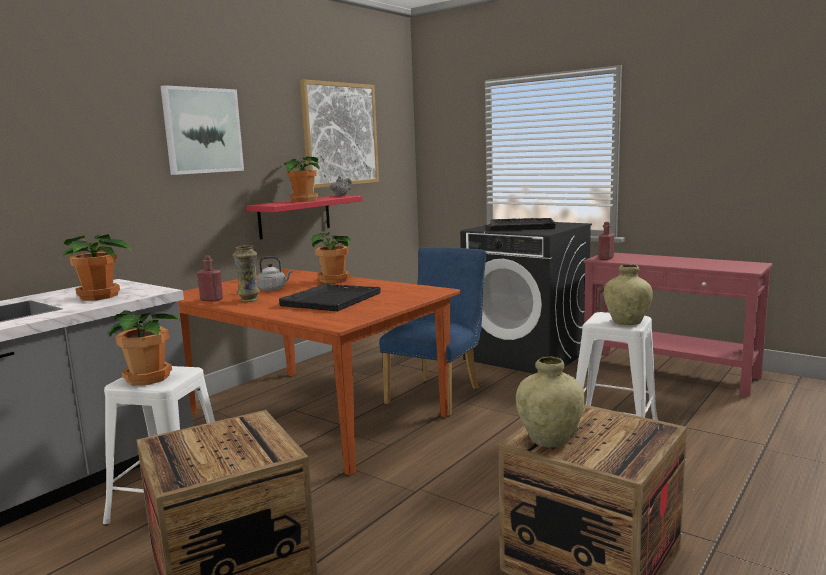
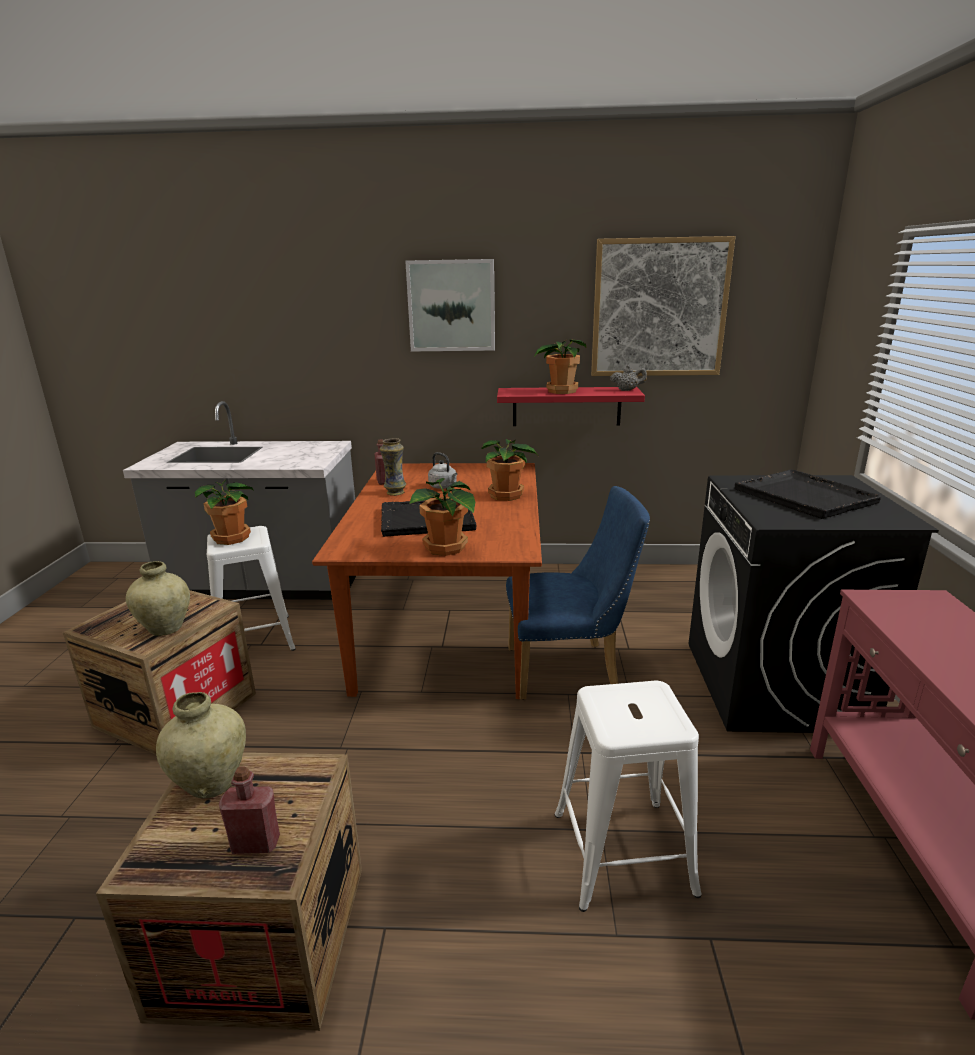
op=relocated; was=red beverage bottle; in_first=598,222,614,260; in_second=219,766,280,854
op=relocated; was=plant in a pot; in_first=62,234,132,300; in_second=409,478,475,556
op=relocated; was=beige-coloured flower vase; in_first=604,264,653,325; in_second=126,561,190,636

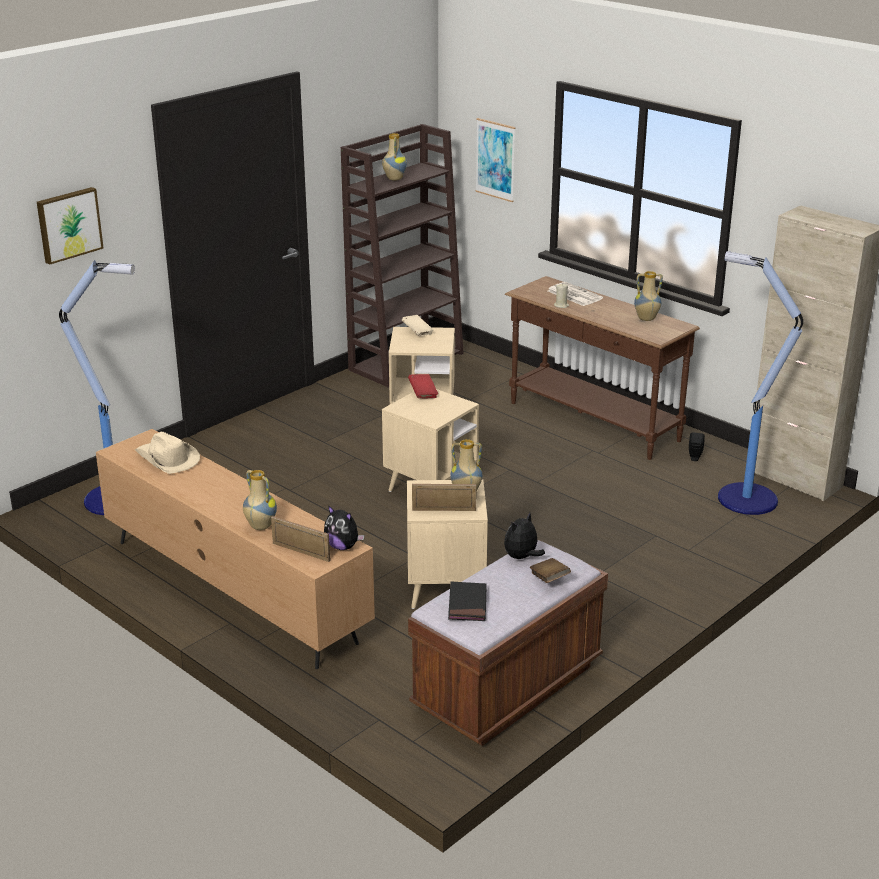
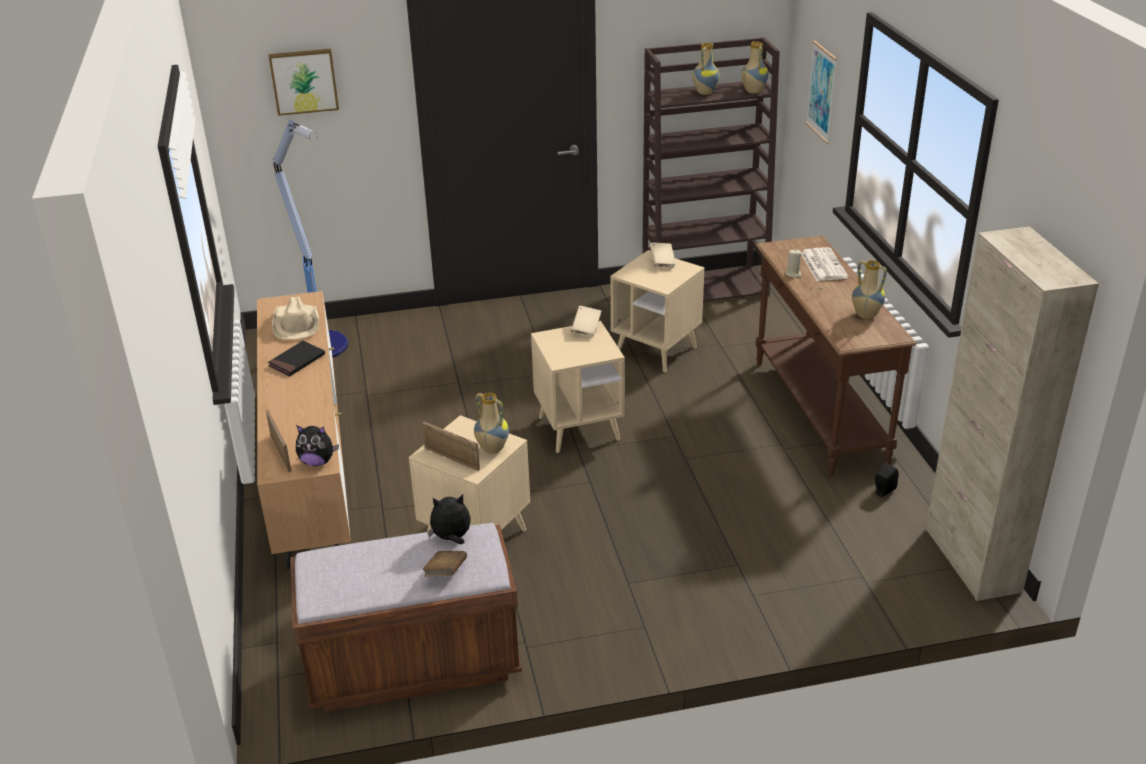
op=missing; was=standing lamp; in_first=718,251,803,515
op=colour; was=red bound book; now=beige-coloured bound book; in_first=408,374,438,398; in_second=571,306,601,338
op=relocated; was=flower vase; in_first=243,470,277,530; in_second=741,41,769,94
op=spun; was=plush toy; in_first=324,505,365,550; in_second=296,425,339,466; clockwise=-60
op=relocated; was=black bound book; in_first=448,581,487,621; in_second=268,341,325,376

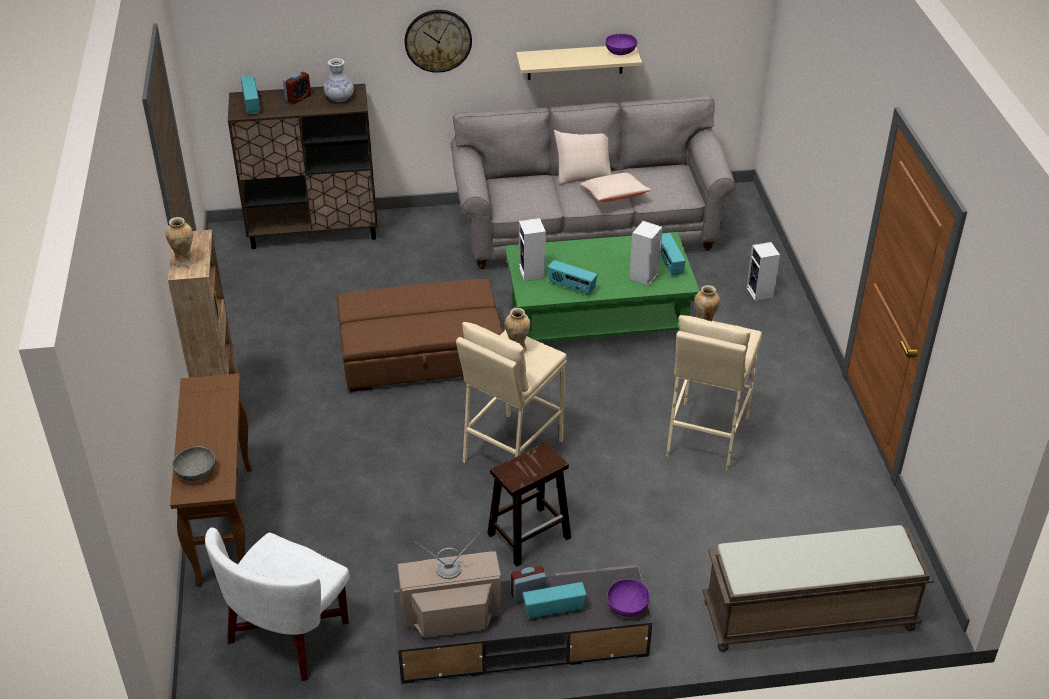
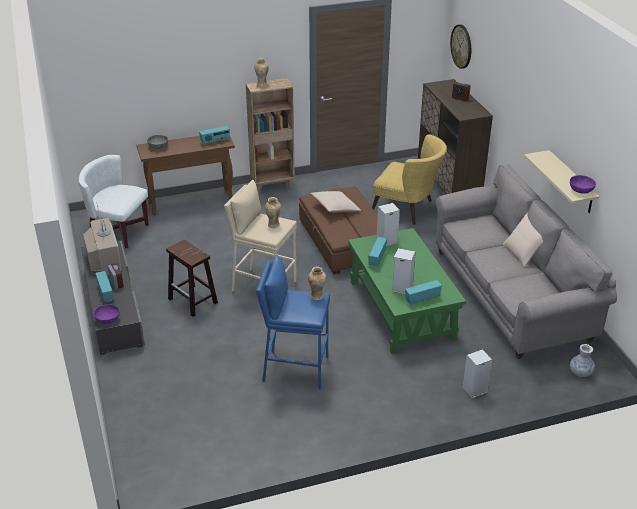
op=relocated; was=wall clock; in_first=405,10,472,73; in_second=450,24,471,69
op=relocated; was=flower vase; in_first=324,58,354,102; in_second=570,344,595,377
op=relocated; was=radio; in_first=241,75,260,114; in_second=199,126,230,145
op=relocated; was=beige-coloured cushion; in_first=580,173,651,202; in_second=310,191,361,213
op=colour; was=beige-coloured sitting stool; now=blue sitting stool; in_first=666,315,762,472; in_second=256,255,330,389
op=missing; was=brown-coloured indoor bench; in_first=702,525,934,652
op=appeared; now=yellow-coloured armchair; in_second=372,134,447,225

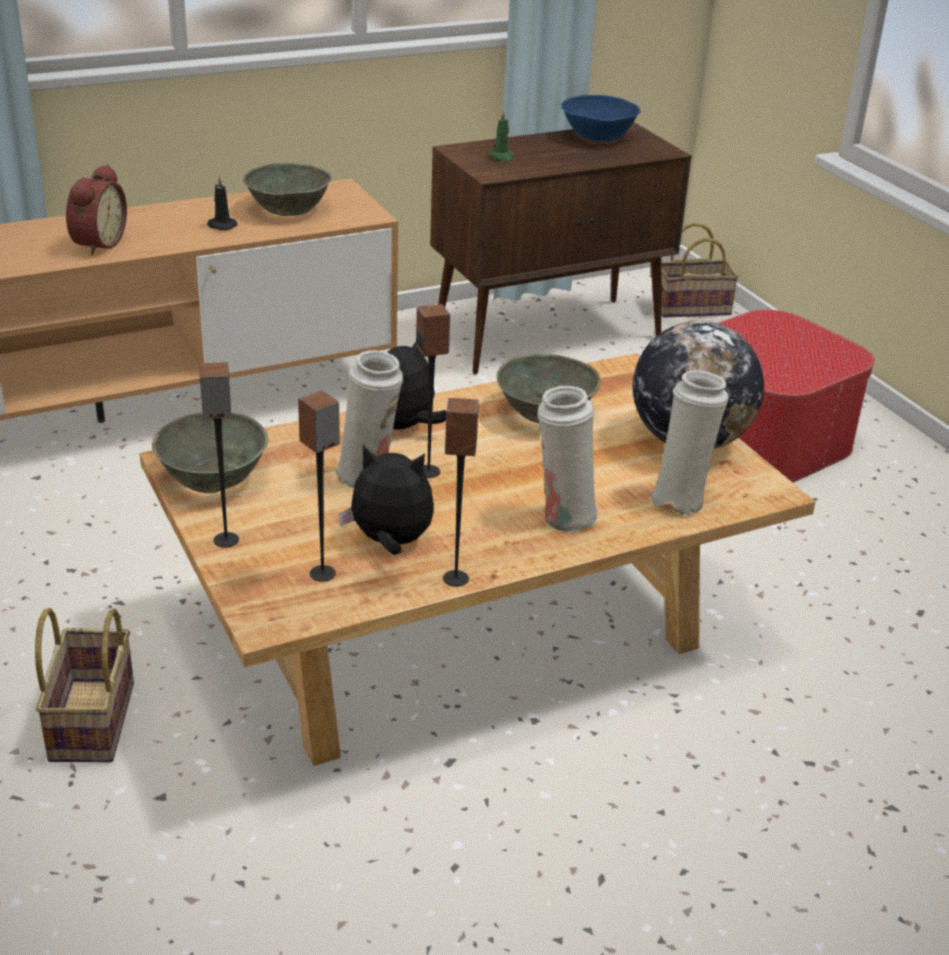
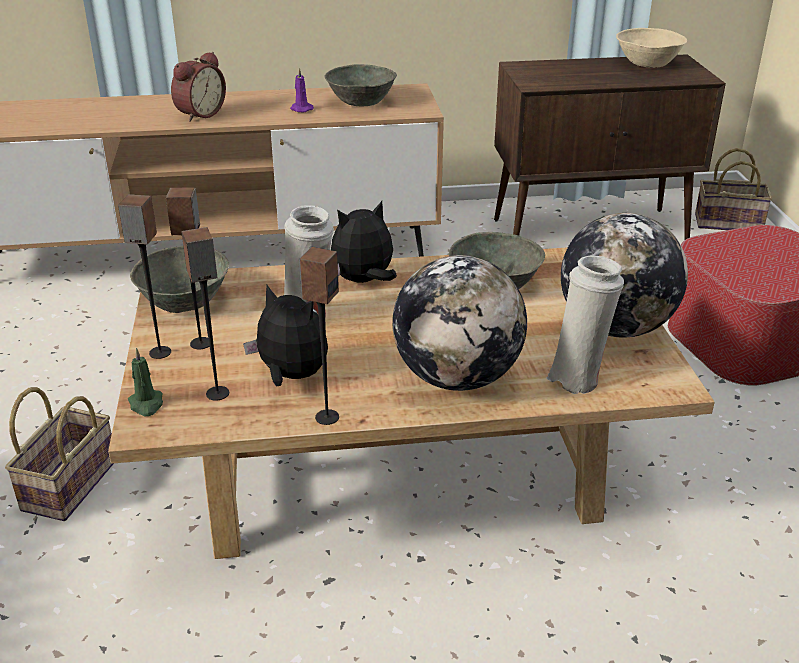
op=colour; was=blue bowl; now=beige-coloured bowl; in_first=561,95,641,142; in_second=616,28,687,68
op=relocated; was=greenish wax light; in_first=488,110,514,162; in_second=128,348,163,416
op=colour; was=black wax light; now=purple wax light; in_first=207,176,238,230; in_second=290,68,314,113
op=relocated; was=speaker; in_first=416,304,450,478; in_second=166,188,209,349
op=exchanged; was=white flower vase; now=world globe; in_first=537,386,598,533; in_second=392,255,527,391

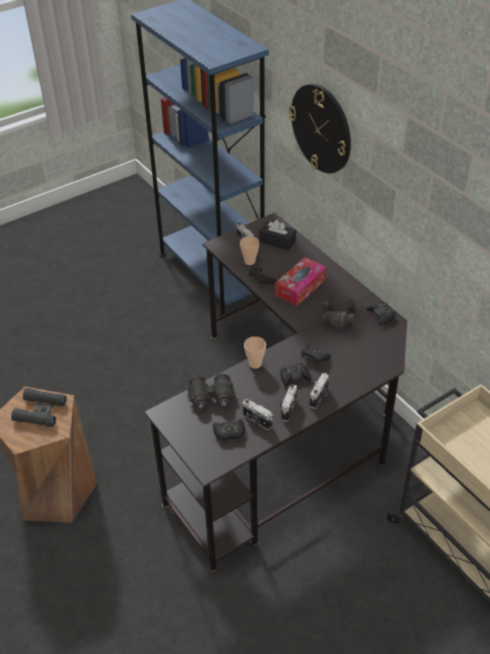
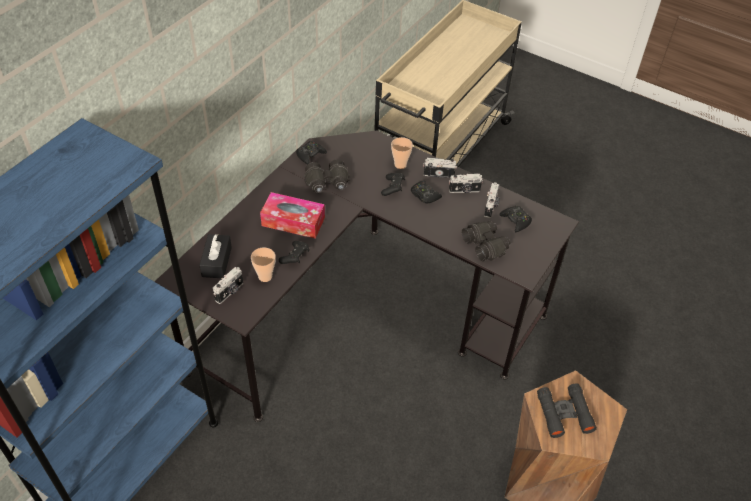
op=missing; was=wall clock; in_first=289,84,351,173
op=relocated; was=small cup; in_first=244,337,266,369; in_second=391,137,413,169

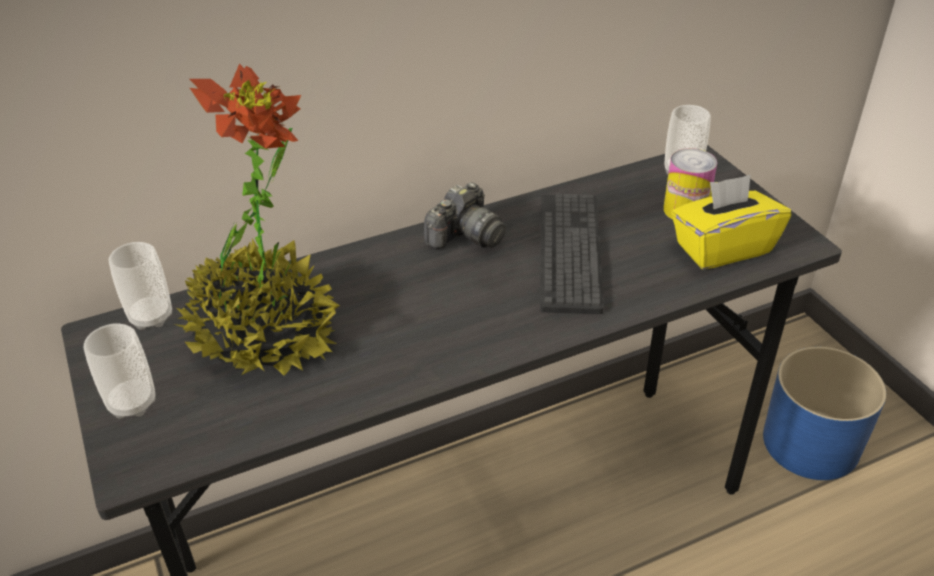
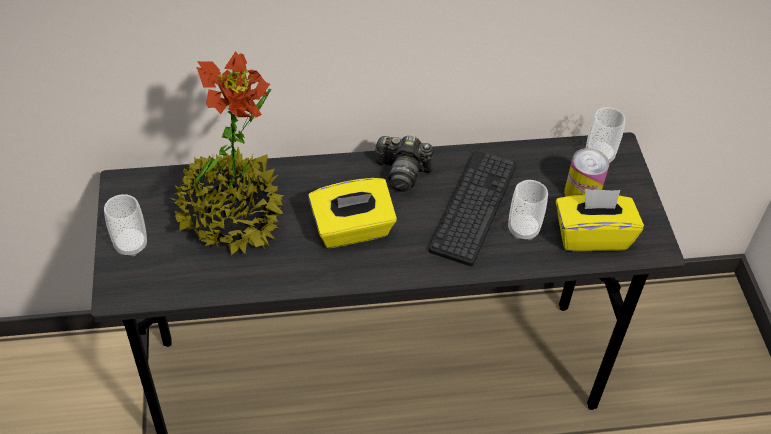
op=spun; was=still camera; in_first=424,182,506,249; in_second=374,135,434,192; clockwise=45
op=relocated; was=small cup; in_first=109,242,172,330; in_second=508,180,548,240
op=missing; was=blue flower pot; in_first=763,347,886,480
op=appeared; now=yellow-coloured tissue box; in_second=308,178,397,248

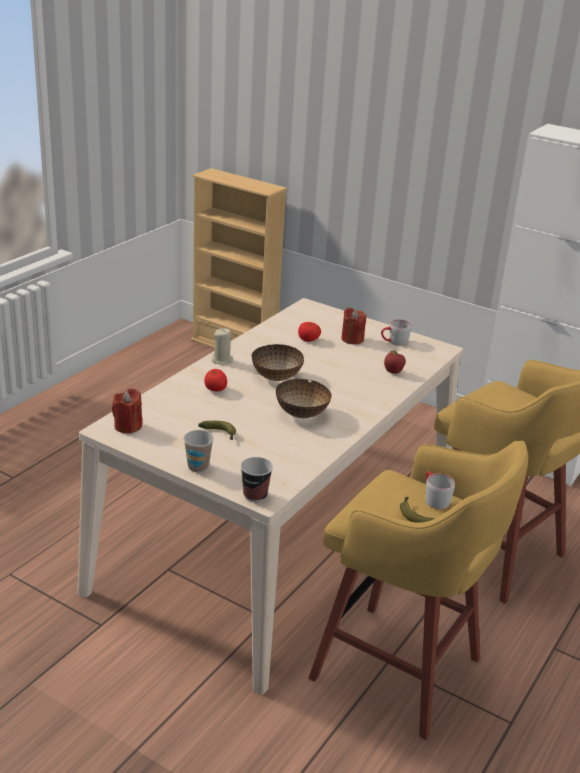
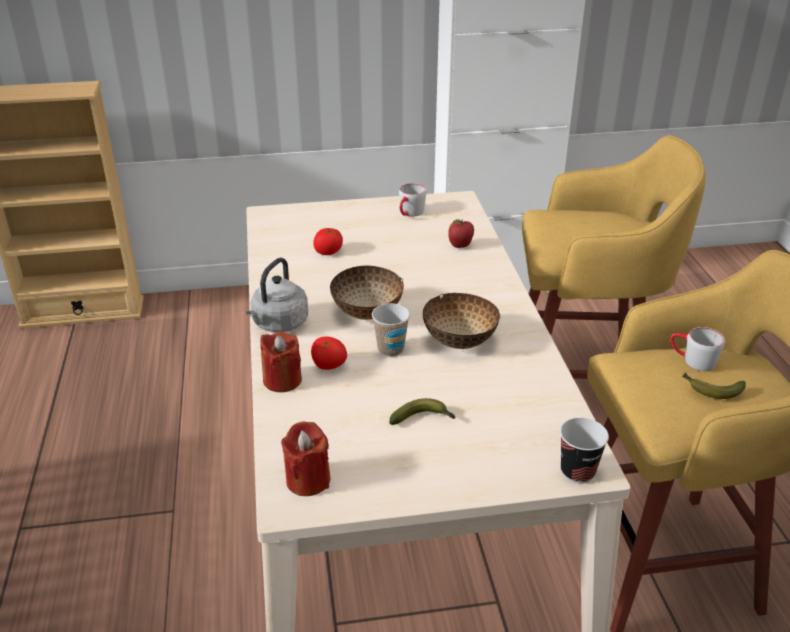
op=relocated; was=red wax light; in_first=341,307,366,344; in_second=260,331,302,392
op=exchanged; was=beige-coloured wax light; now=greyish water kettle; in_first=212,328,233,365; in_second=246,258,308,333
op=relocated; was=small cup; in_first=184,430,214,472; in_second=372,303,410,357

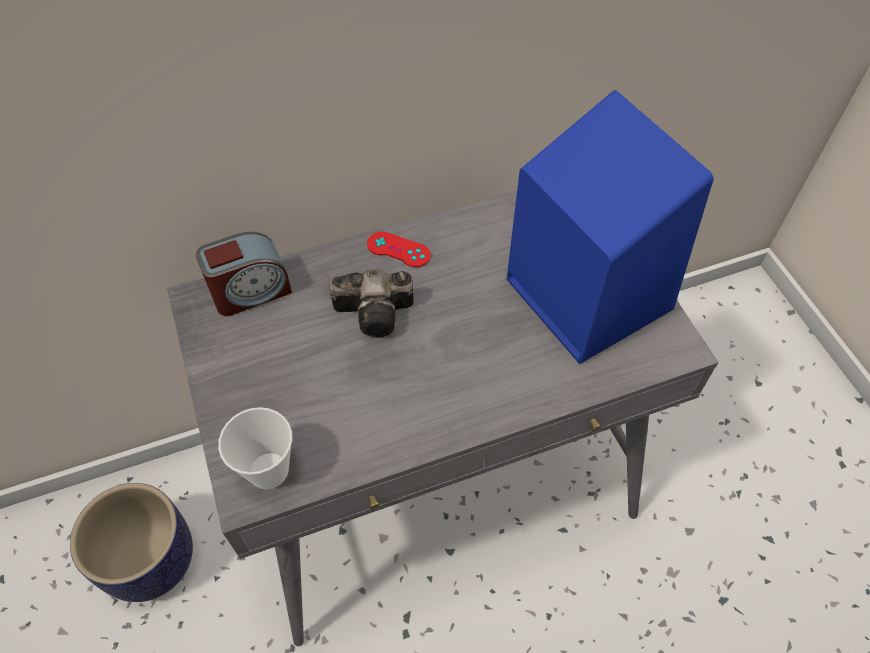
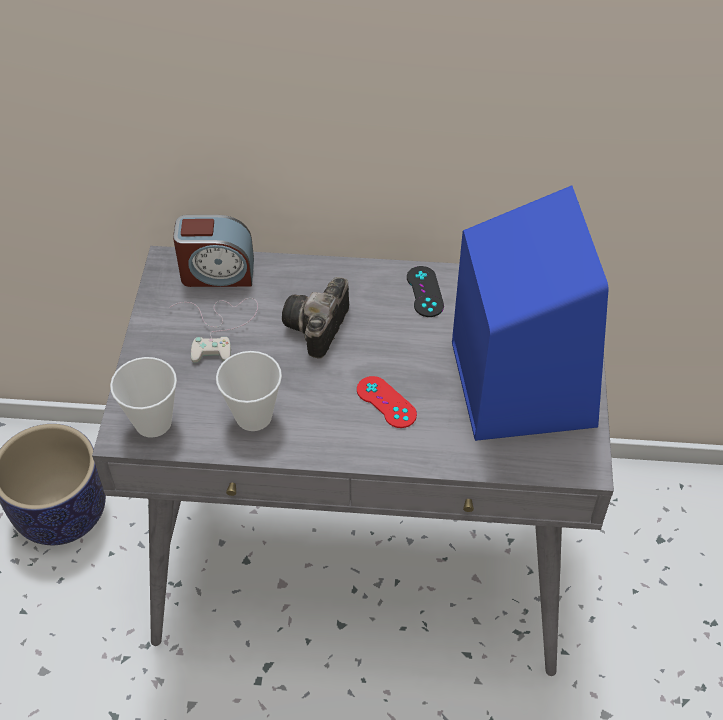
op=relocated; was=red gamepad; in_first=367,232,431,267; in_second=357,376,417,428
op=spun; was=still camera; in_first=329,269,413,338; in_second=282,277,349,359; clockwise=90
op=appeared; now=black gamepad; in_second=407,266,444,317
op=appeared; now=white gamepad; in_second=169,298,258,363
op=appeared; now=small cup; in_second=216,351,282,431

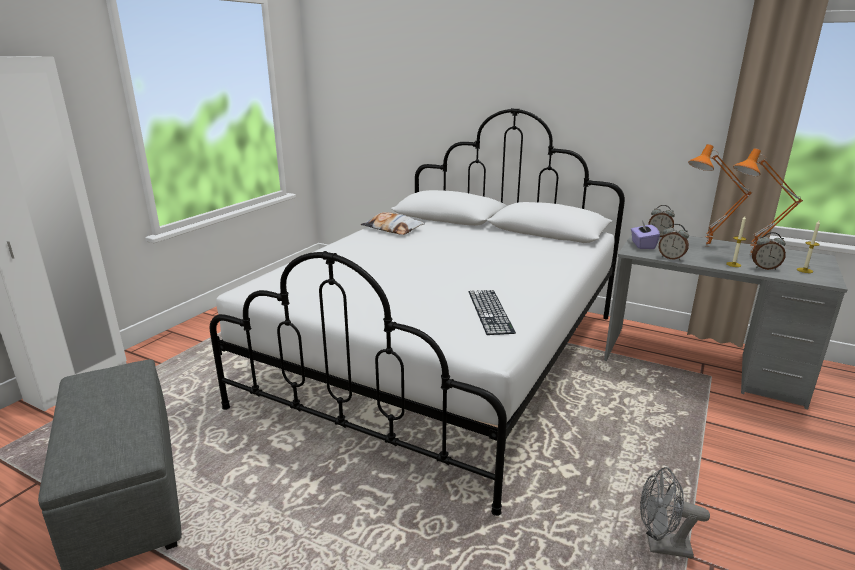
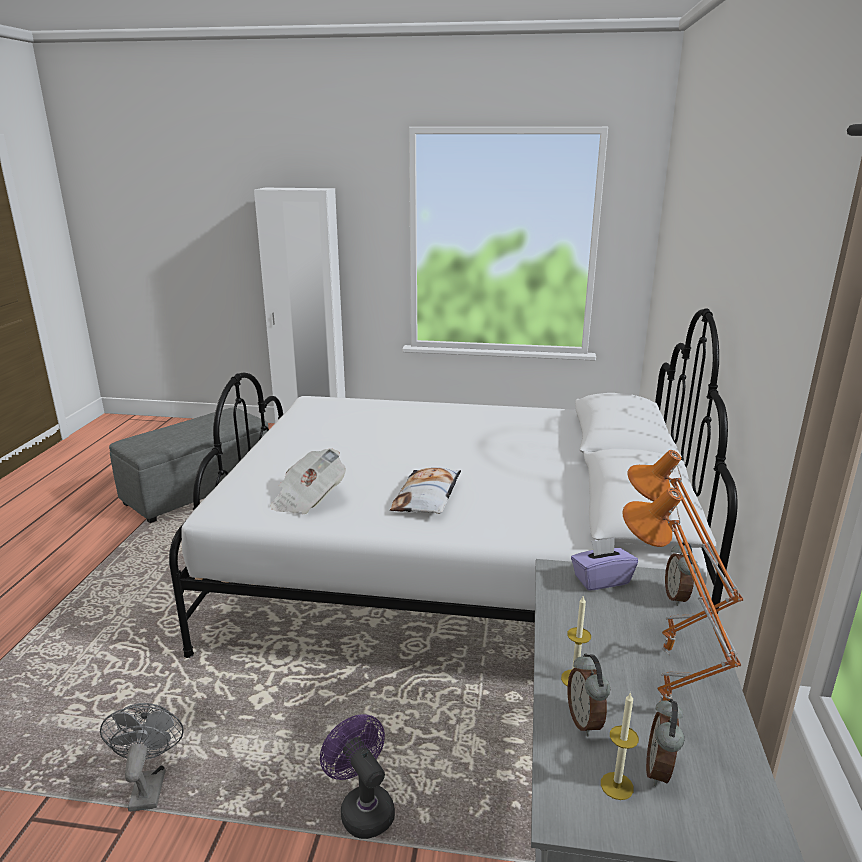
op=relocated; was=cushion; in_first=361,212,425,235; in_second=390,467,461,514
op=relocated; was=bedside clock; in_first=659,224,689,261; in_second=646,699,684,786
op=exchanged; was=PC keyboard; now=newspaper; in_first=469,290,516,335; in_second=270,449,346,514
op=appeared; now=purple electric fan; in_second=320,714,395,839

